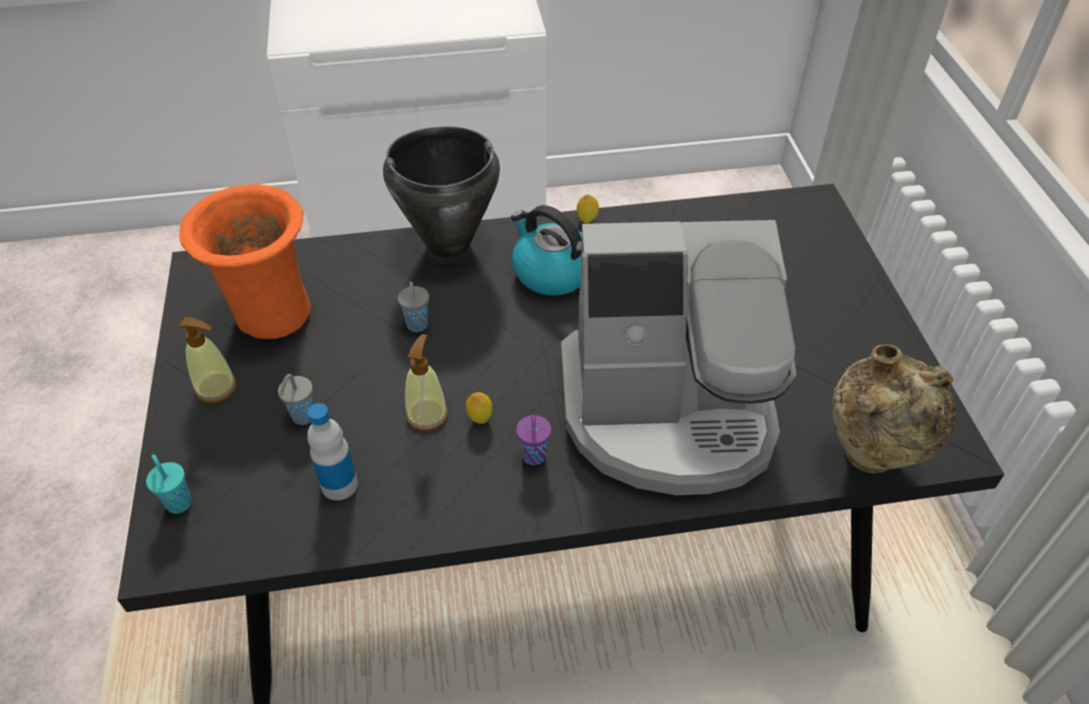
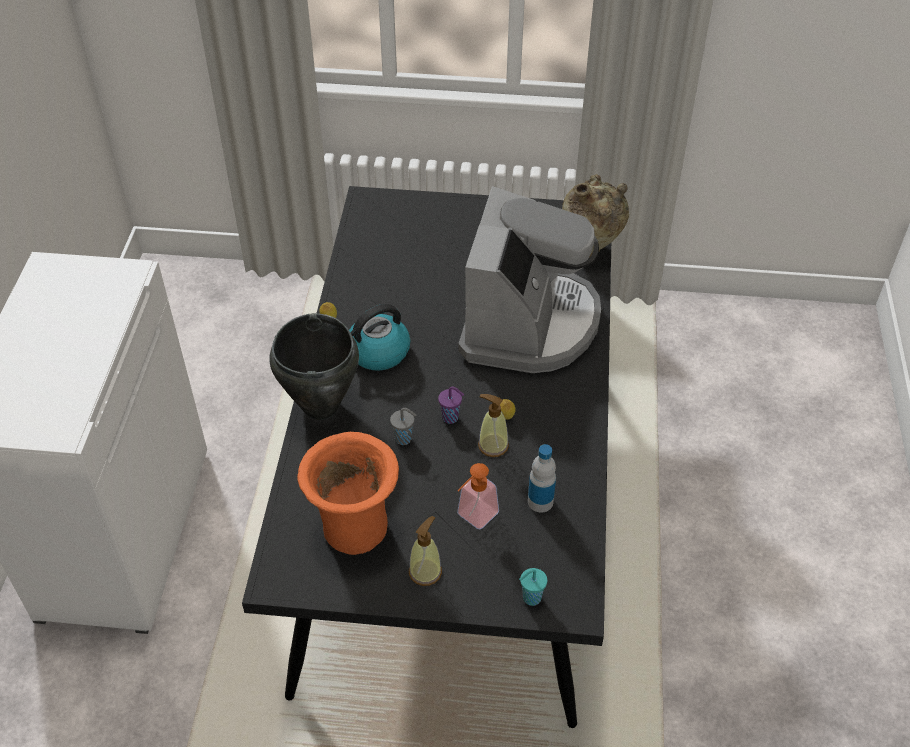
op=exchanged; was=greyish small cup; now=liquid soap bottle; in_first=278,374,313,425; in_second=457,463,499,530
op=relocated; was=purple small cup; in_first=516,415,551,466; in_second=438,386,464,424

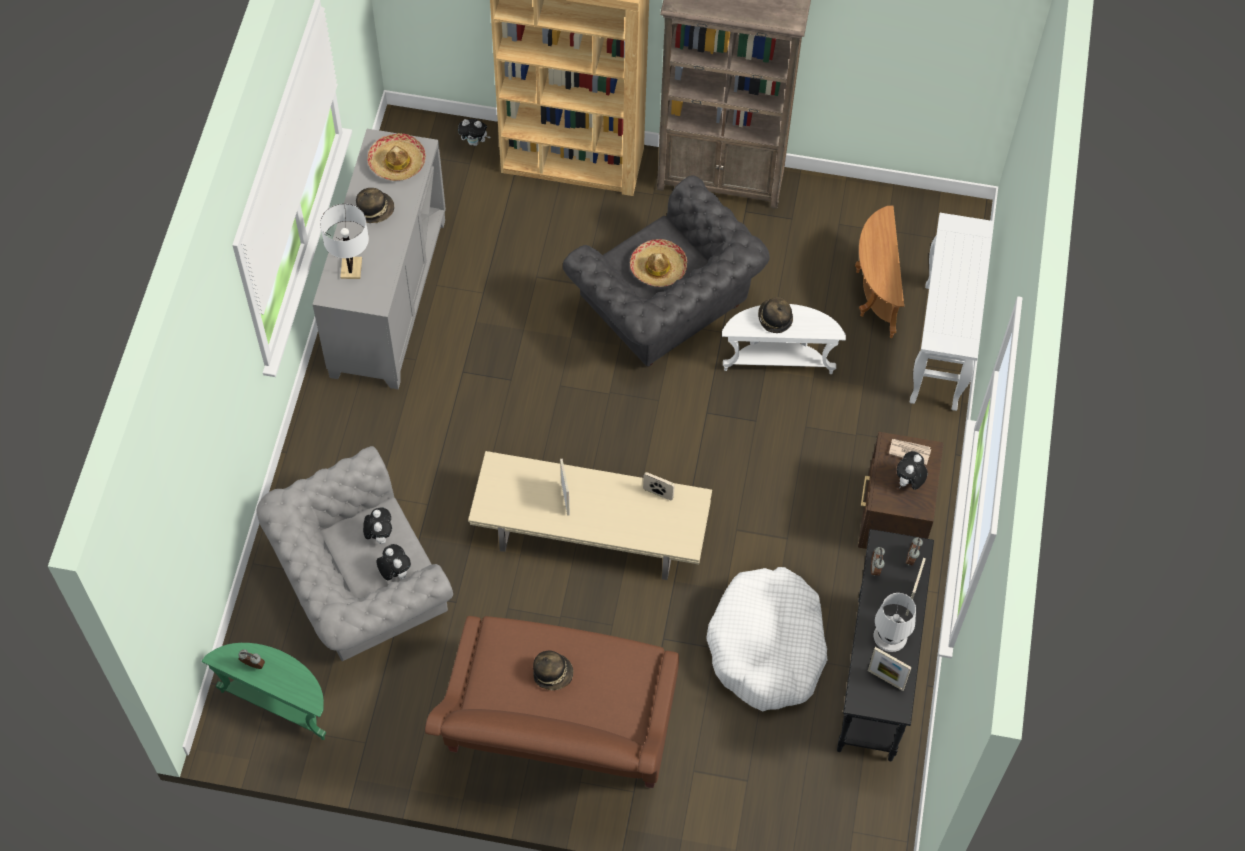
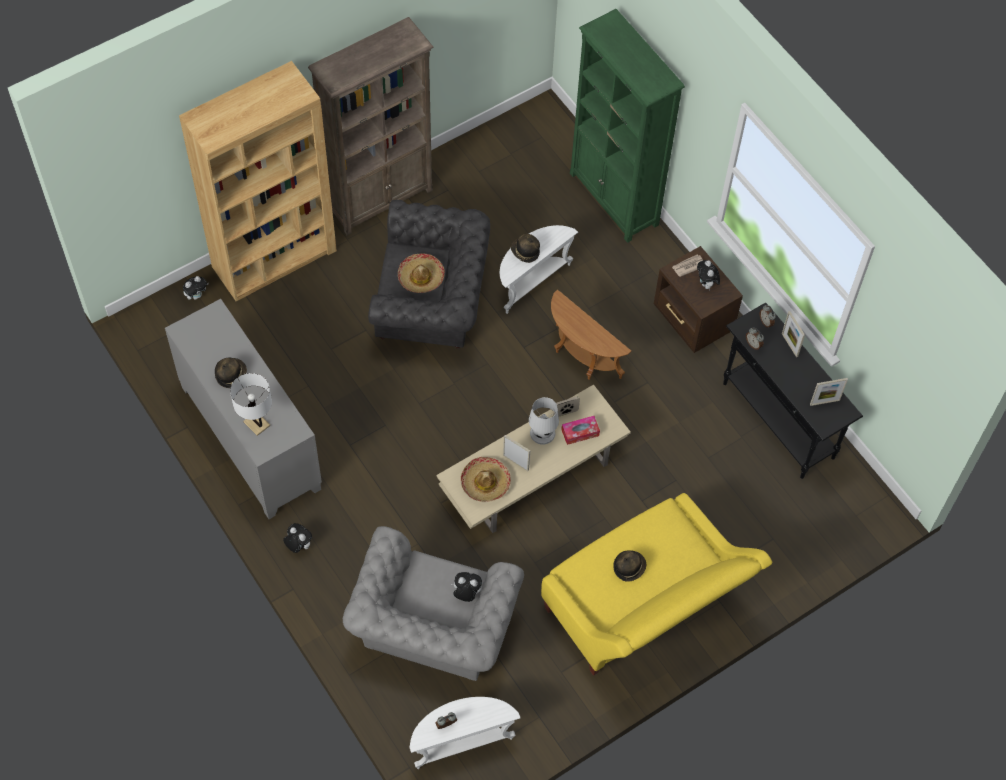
op=relocated; was=wearable hat; in_first=367,133,426,181; in_second=461,457,511,502
op=relocated; was=brown-coloured accent table; in_first=855,206,904,338; in_second=551,289,631,380
op=exchanged; was=white narrow table; now=greenish bookcase; in_first=910,213,994,411; in_second=570,9,685,243
op=relocated; was=plush toy; in_first=363,507,392,544; in_second=283,523,312,553
op=missing; was=white dog bed; in_first=706,567,828,711
op=relocated; was=white lamp for a table; in_first=874,593,916,652; in_second=529,397,559,445
op=colour; was=brown-coloured settee; now=yellow-coloured settee; in_first=425,616,679,788; in_second=541,493,772,676
op=colour; was=greenish accent table; now=white accent table; in_first=201,643,326,740; in_second=410,697,520,769
op=appeared; now=tissue box; in_second=561,416,600,445

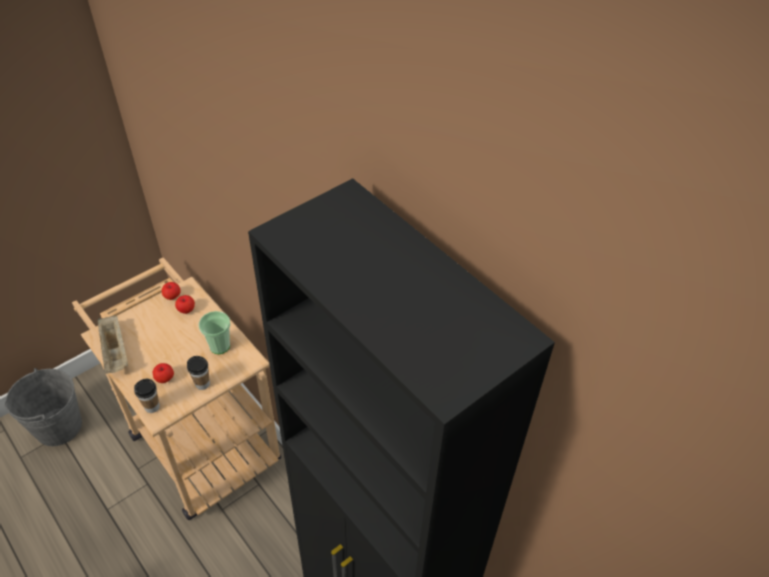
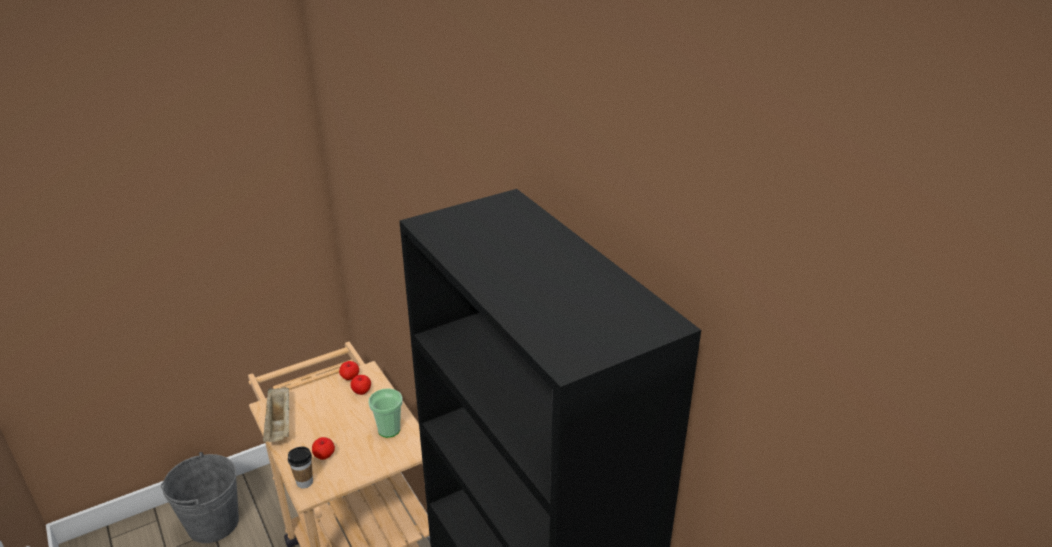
op=missing; was=small cup; in_first=187,356,210,390

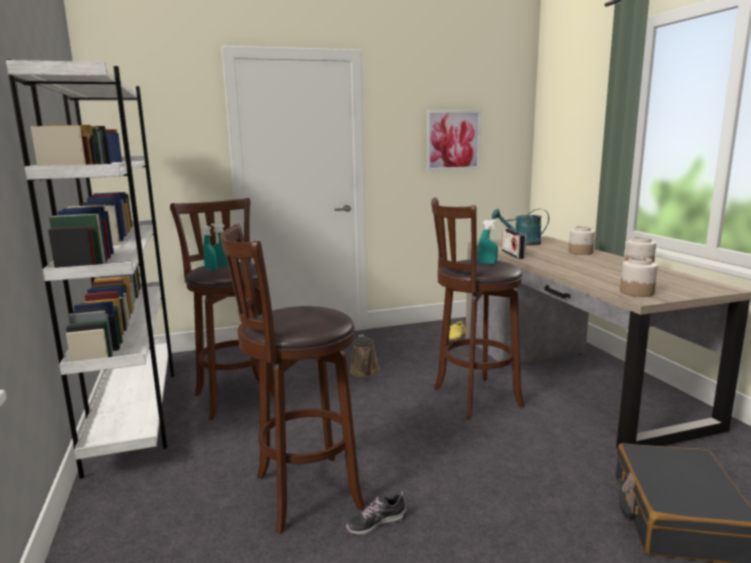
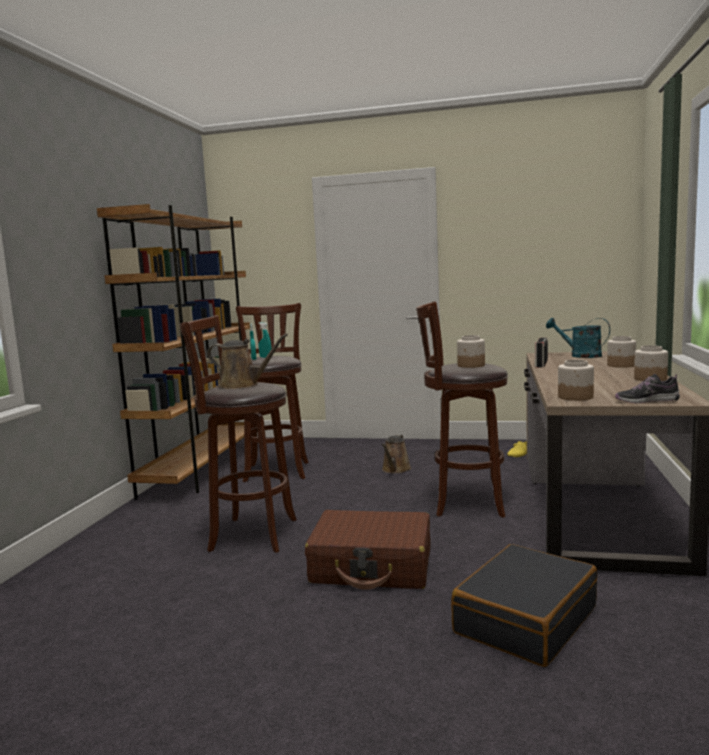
op=colour; was=white bookcase; now=brown-coloured bookcase; in_first=6,59,174,479; in_second=97,204,250,500
op=missing; was=wall art; in_first=426,110,481,171
op=exchanged; was=blue-green hand sprayer; now=preserve jar; in_first=478,220,498,264; in_second=457,335,485,368
op=relocated; was=shoe; in_first=346,491,407,535; in_second=615,374,680,403
op=appeared; now=brown-coloured sprinkling can; in_second=207,334,288,389
op=appeared; now=brown-coloured piece of luggage; in_second=305,510,431,590

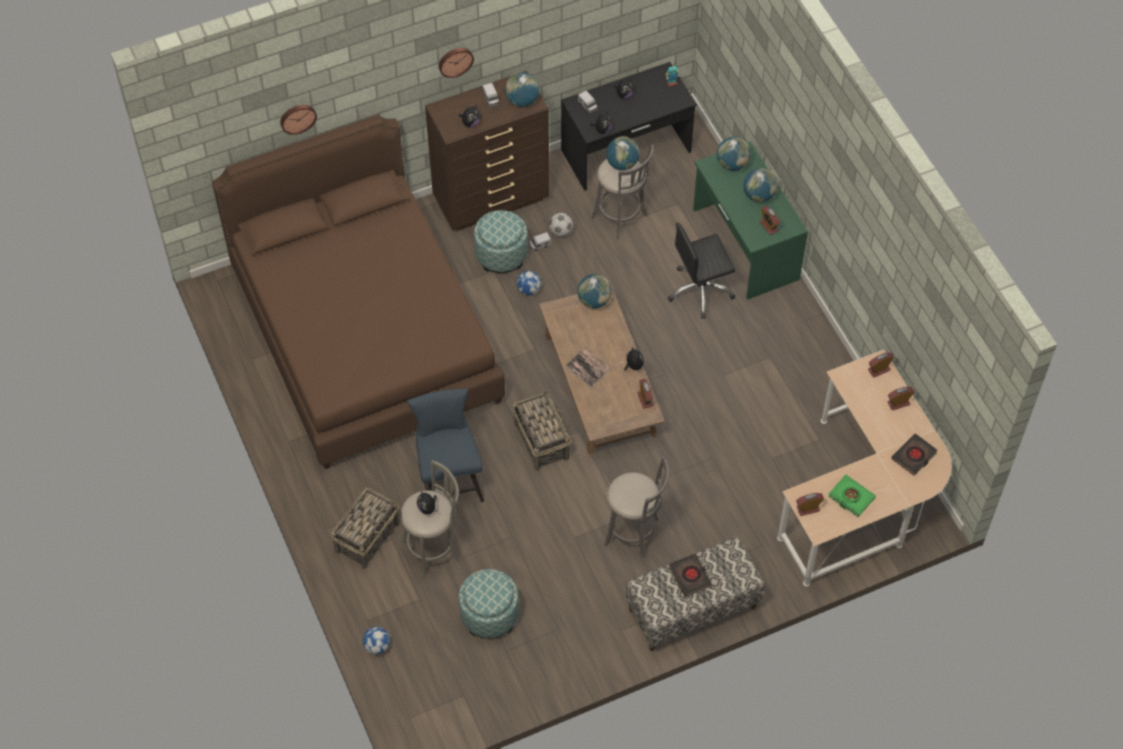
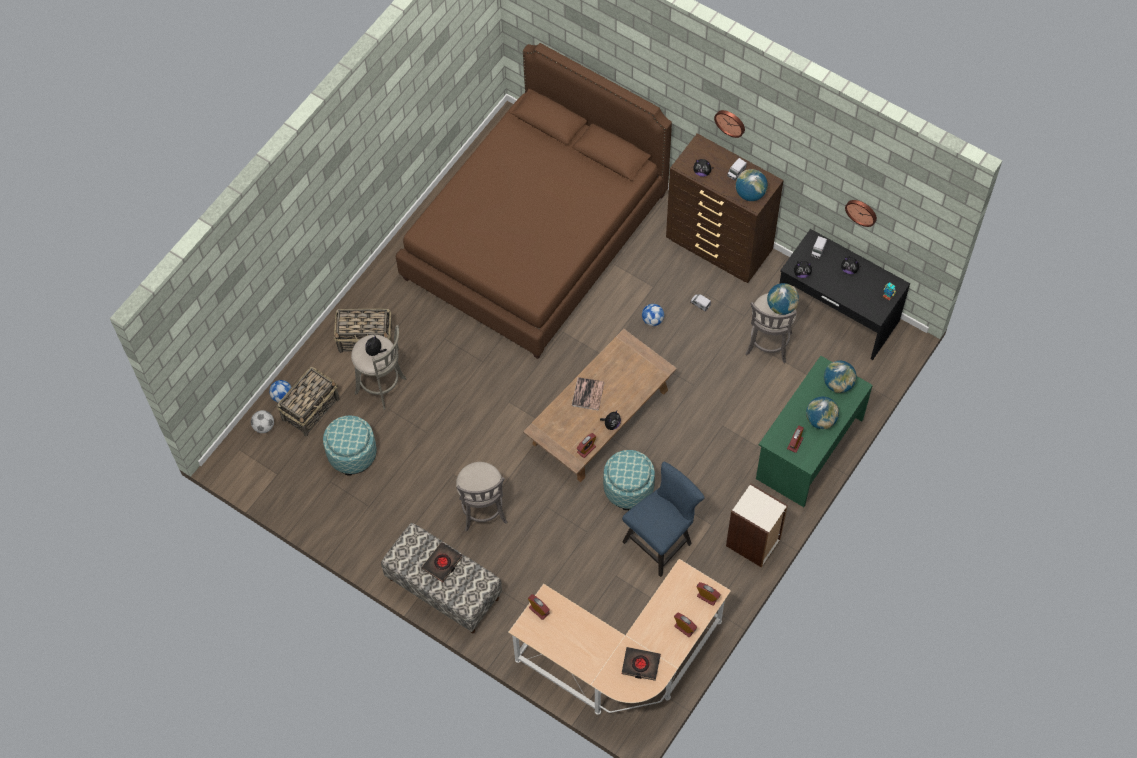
op=relocated; was=wall clock; in_first=280,105,317,135; in_second=845,200,877,227
op=relocated; was=pouffe; in_first=474,210,528,273; in_second=603,450,655,510
op=relocated; was=ball for football; in_first=549,213,573,237; in_second=251,410,274,433
op=missing; was=black office chair; in_first=668,223,735,319
op=missing; was=world globe; in_first=577,274,612,309
op=relocated; was=blue chair; in_first=407,388,484,502; in_second=622,462,705,577
op=relocated; was=storage basket; in_first=512,390,571,471; in_second=277,367,340,437
op=missing; was=greenish bound book; in_first=828,475,876,517
op=appeared; now=bookcase; in_second=726,484,788,568

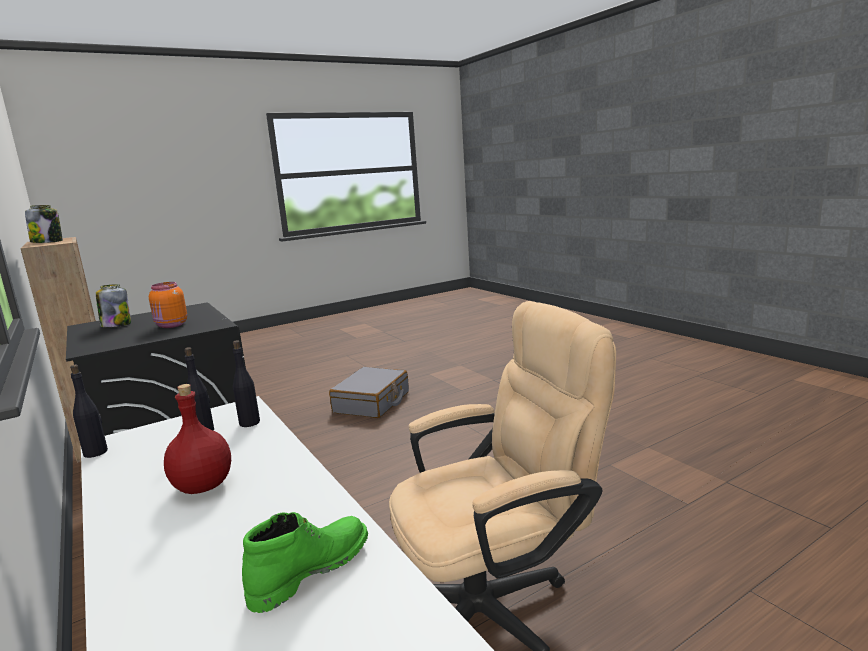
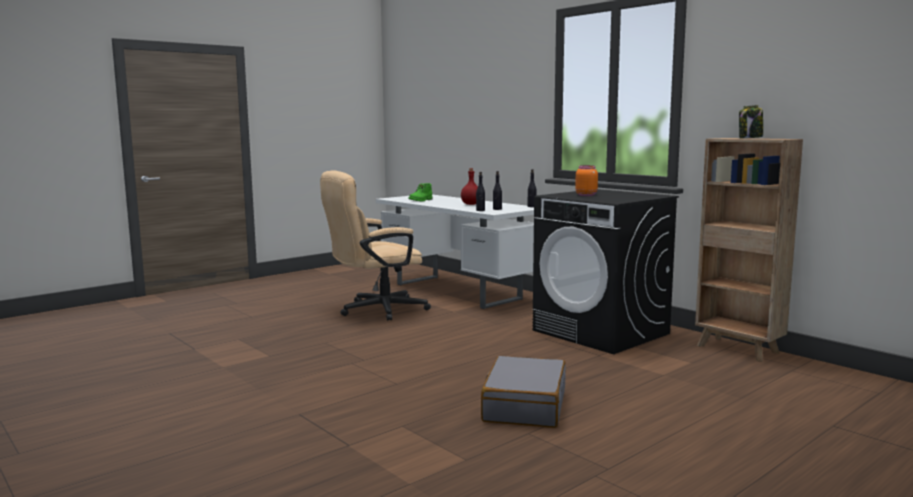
op=missing; was=preserve jar; in_first=96,284,131,327

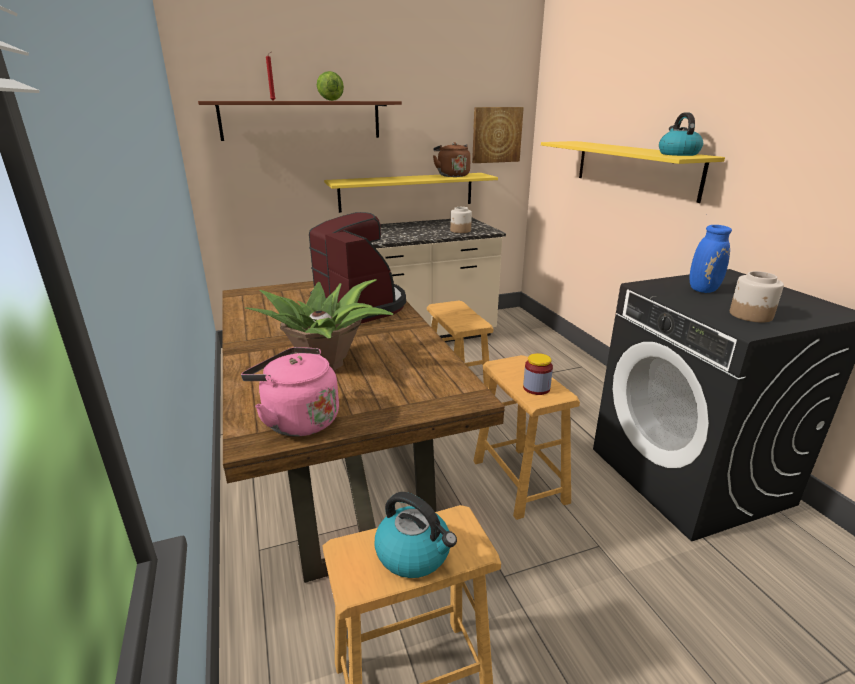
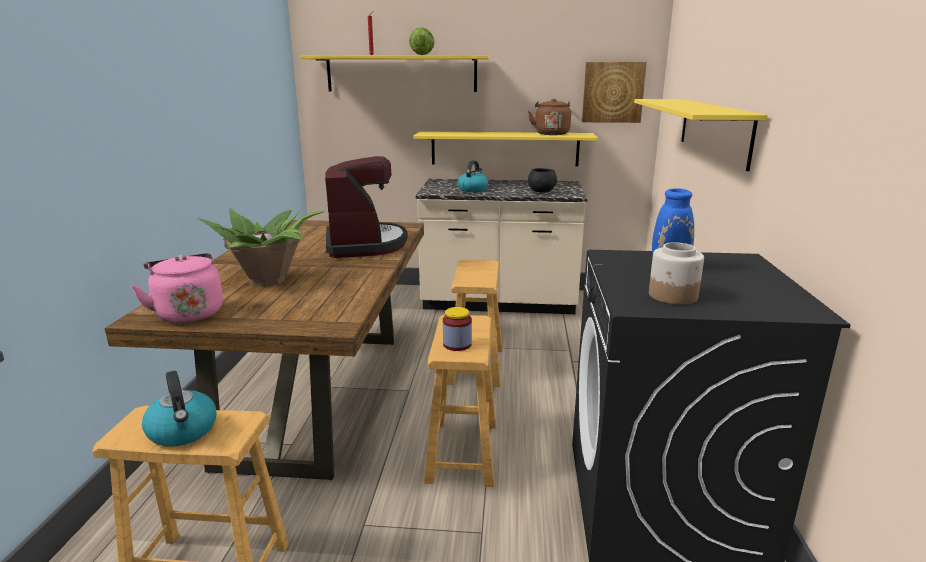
op=colour; was=brown-coloured wall shelf; now=yellow-coloured wall shelf; in_first=198,101,402,141; in_second=300,55,490,92
op=relocated; was=water kettle; in_first=659,112,703,156; in_second=458,160,488,192
op=exchanged; was=preserve jar; now=black bowl; in_first=450,207,472,233; in_second=528,168,557,193

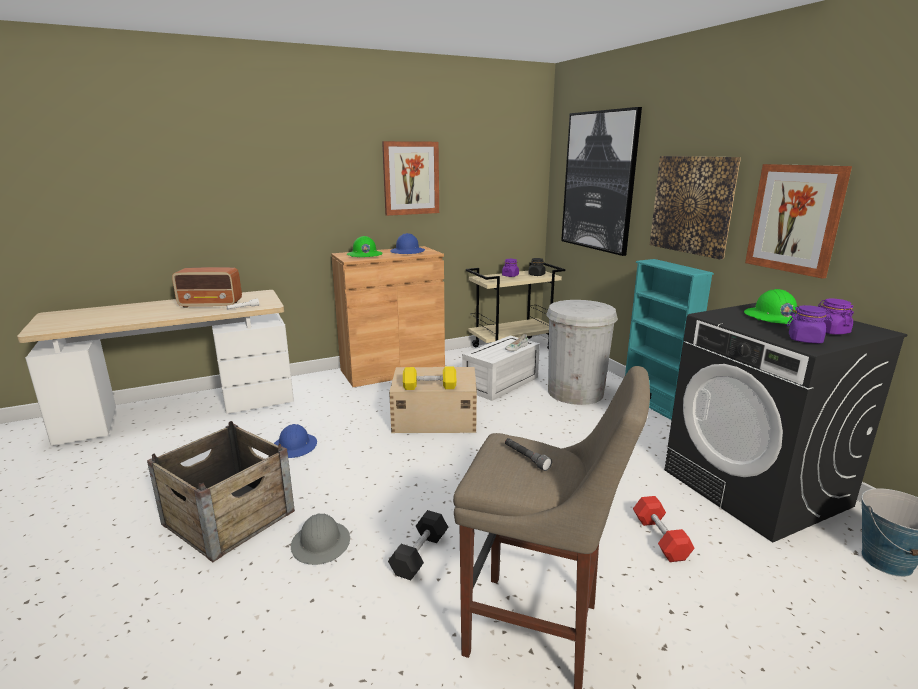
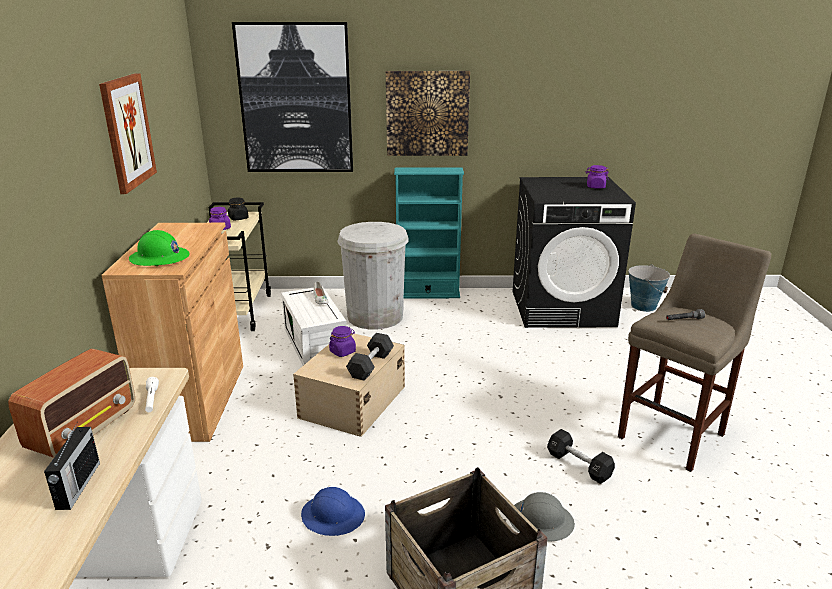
op=missing; was=wall art; in_first=745,164,852,279
op=missing; was=blue work helmet; in_first=390,233,425,254
op=missing; was=greenish work helmet; in_first=744,289,797,324
op=relocated; was=purple preserve jar; in_first=787,305,833,343; in_second=329,326,356,357
op=colour; was=yellow-coloured free weight; now=black free weight; in_first=403,366,456,390; in_second=346,333,394,381
op=missing; was=red free weight; in_first=633,496,695,562
op=appeared; now=radio; in_second=44,421,100,510

